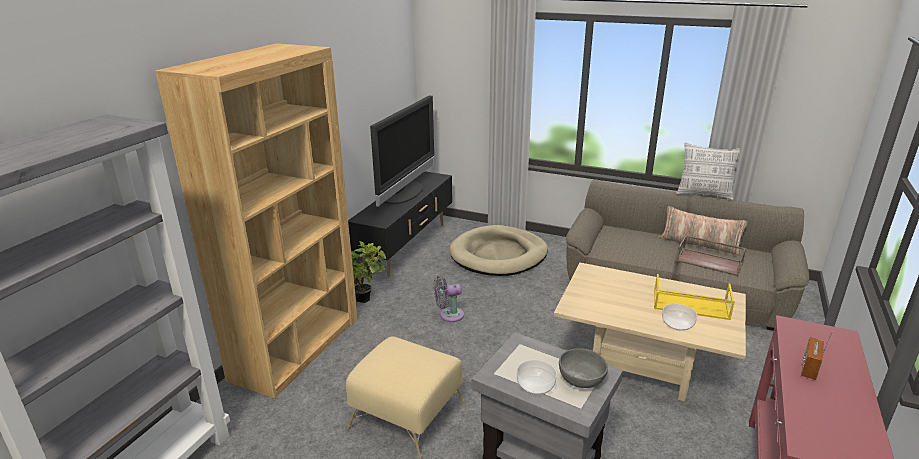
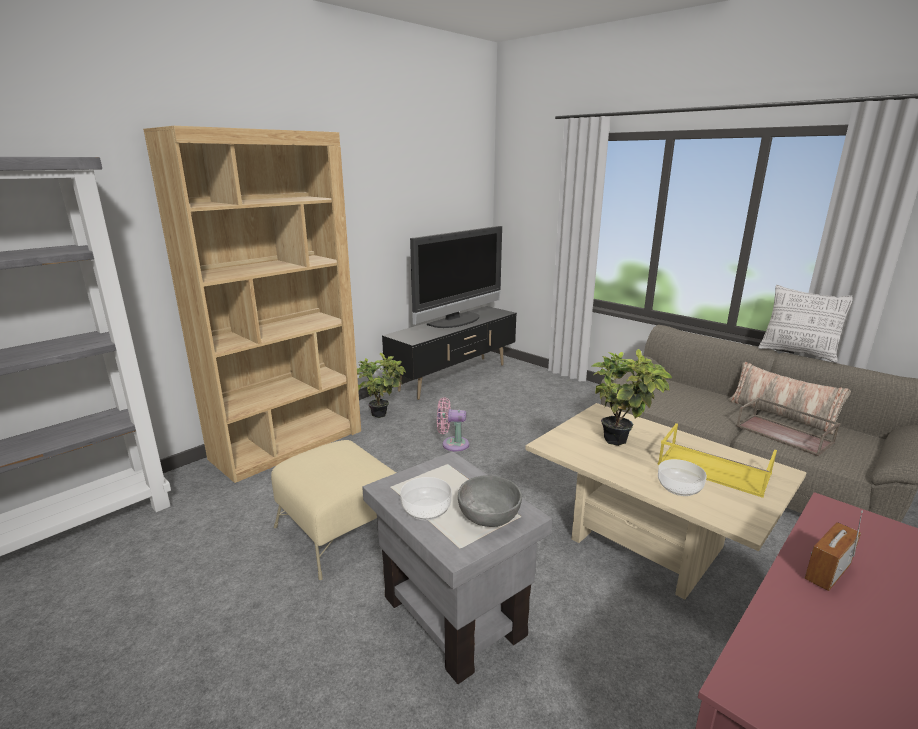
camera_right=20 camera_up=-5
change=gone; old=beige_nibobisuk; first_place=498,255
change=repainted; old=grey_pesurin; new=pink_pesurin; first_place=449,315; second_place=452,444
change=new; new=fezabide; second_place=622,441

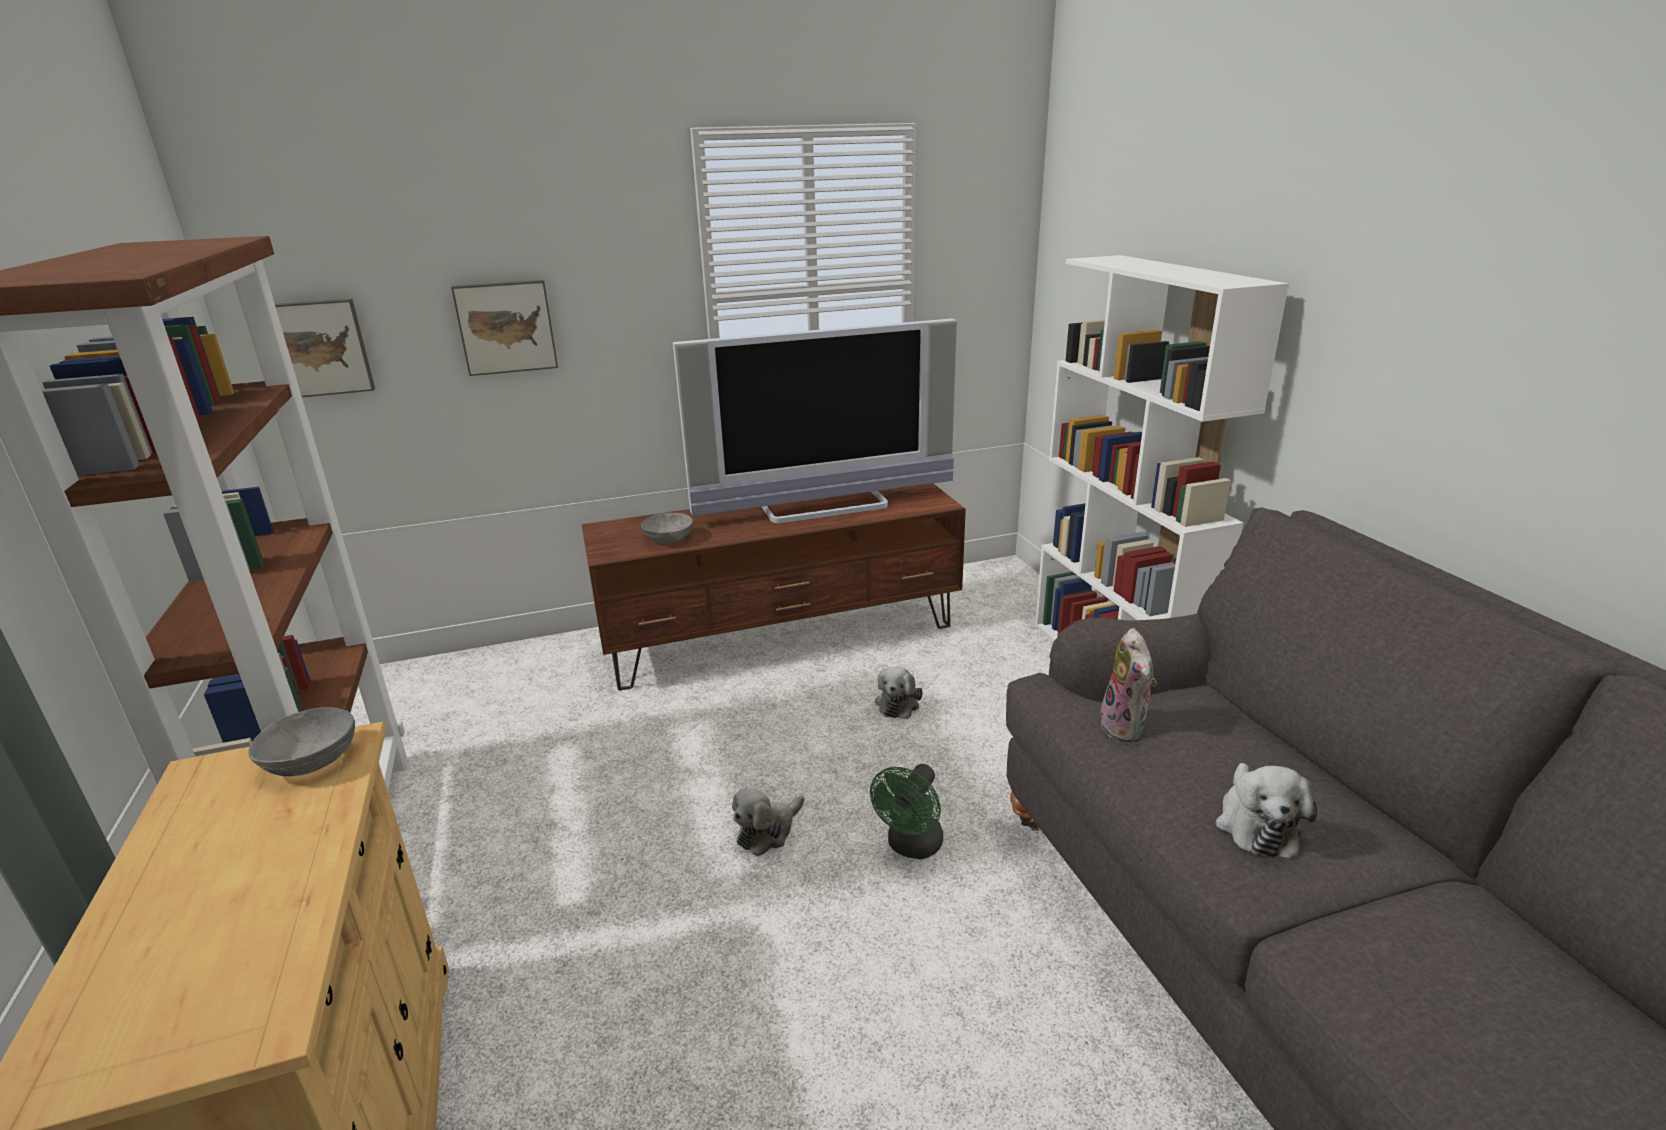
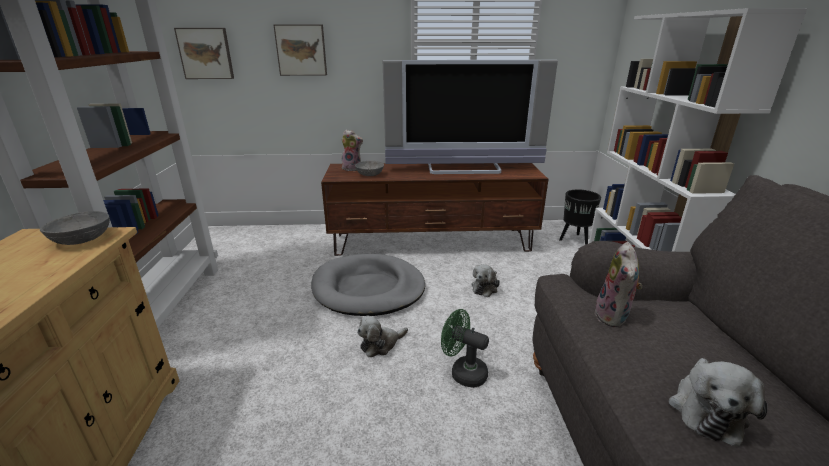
camera_right=15 camera_up=0
change=rotated; old=green_pesurin; first_place=911,847; second_place=463,372; degrees=75
change=new; new=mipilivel; second_place=353,168
change=new; new=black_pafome; second_place=575,240
change=new; new=grey_nibobisuk; second_place=368,288

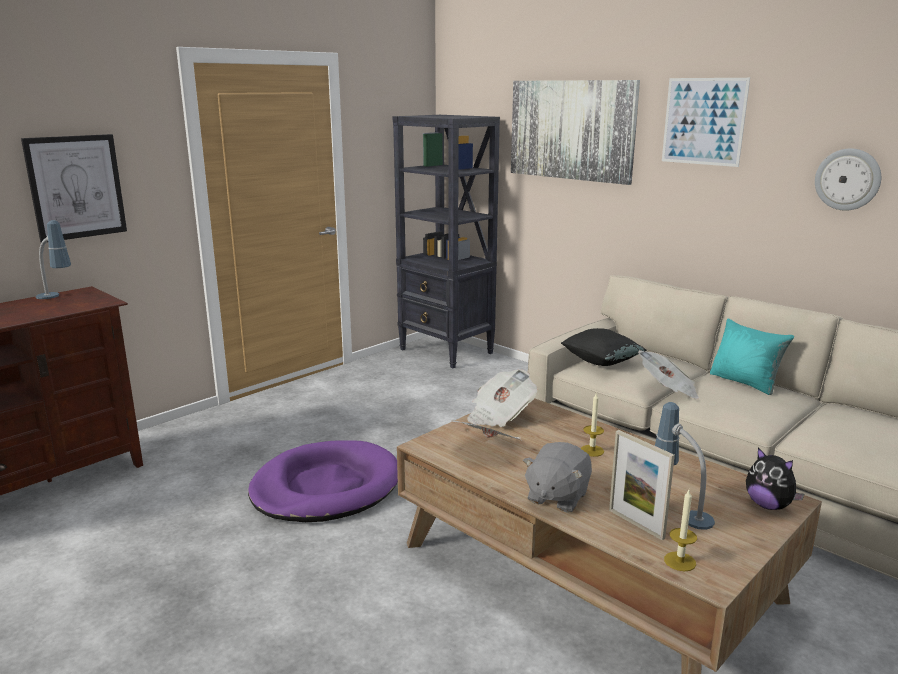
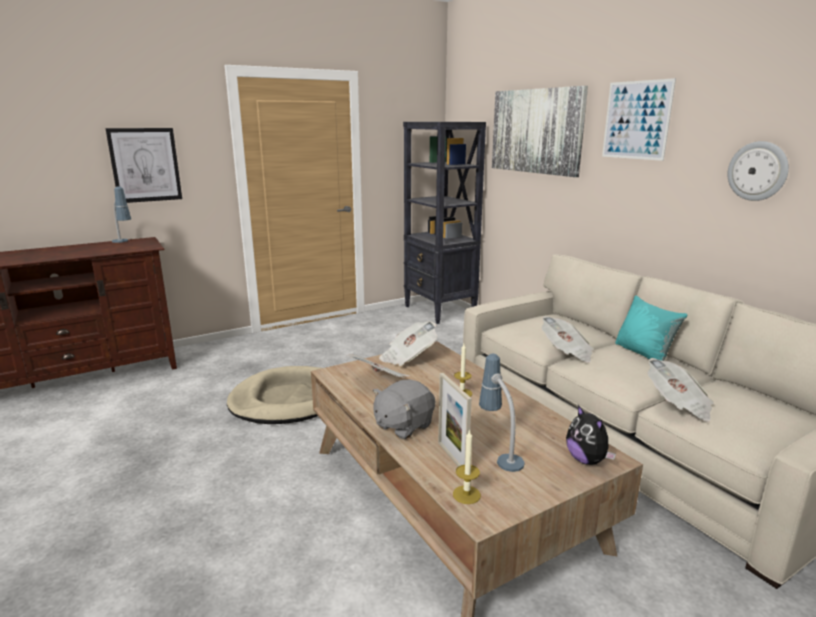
camera_right=15 camera_up=0
change=gone; old=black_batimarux; first_place=601,362
change=repainted; old=purple_nibobisuk; new=beige_nibobisuk; first_place=326,487; second_place=288,400
change=new; new=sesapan; second_place=678,405

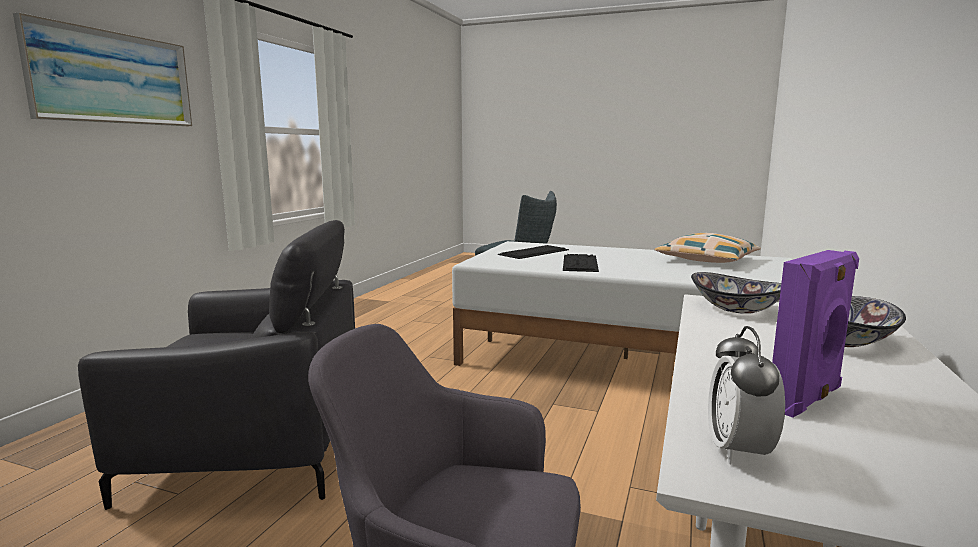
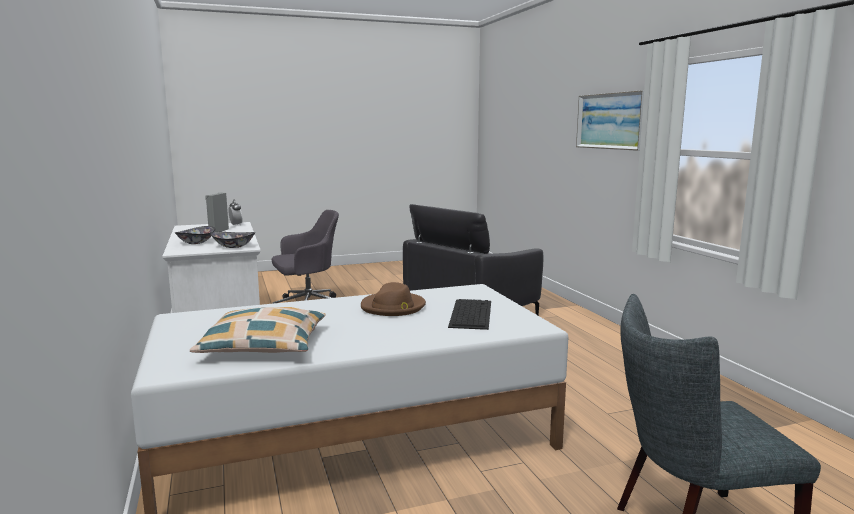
camera_right=140 camera_up=0
change=repainted; old=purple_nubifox; new=grey_nubifox; first_place=807,399; second_place=218,231
change=swapped; old=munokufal; new=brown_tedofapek; first_place=579,262; second_place=393,307

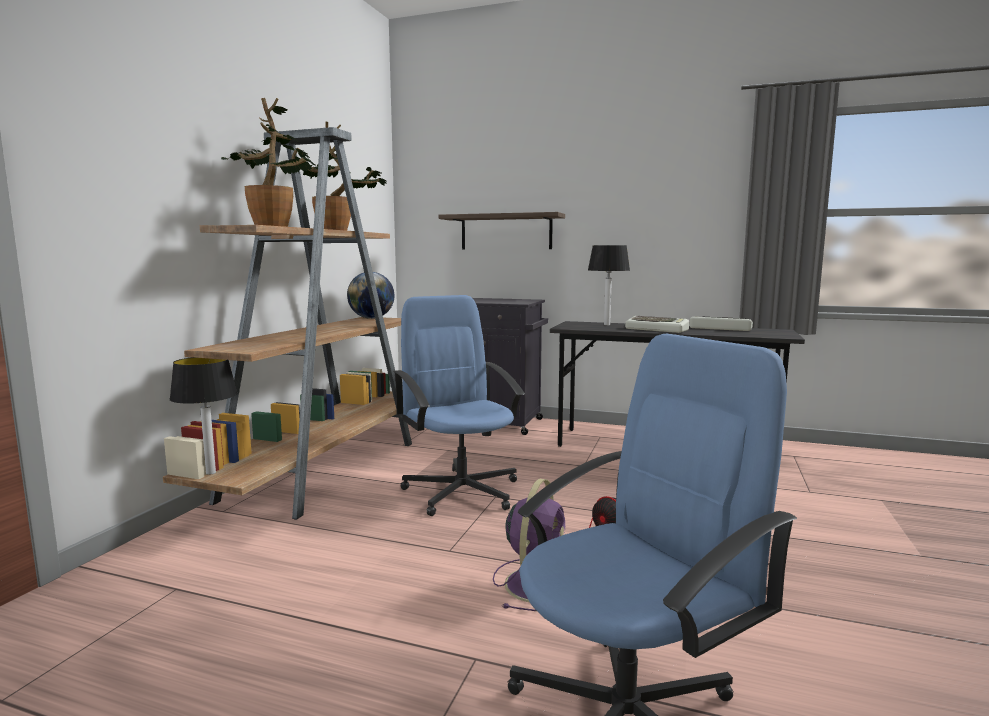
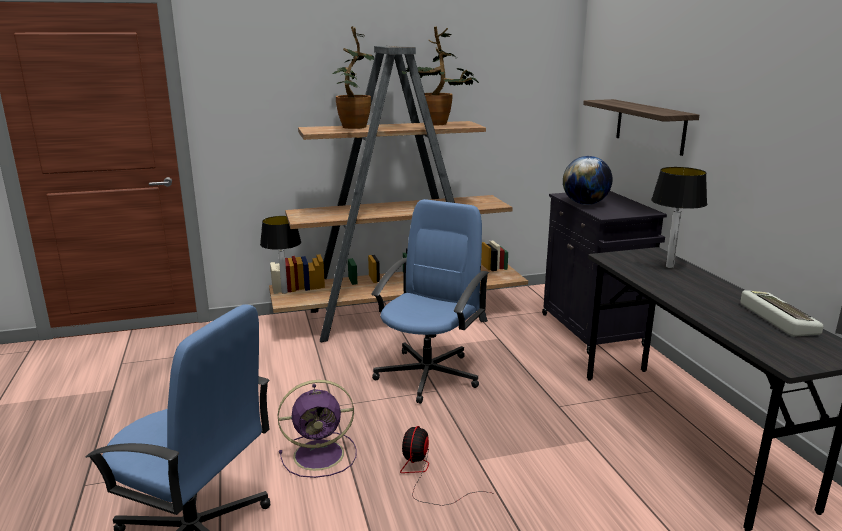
camera_right=55 camera_up=10
change=shifted; old=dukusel; first_place=371,318; second_place=585,204
change=gone; old=munokufal; first_place=657,329

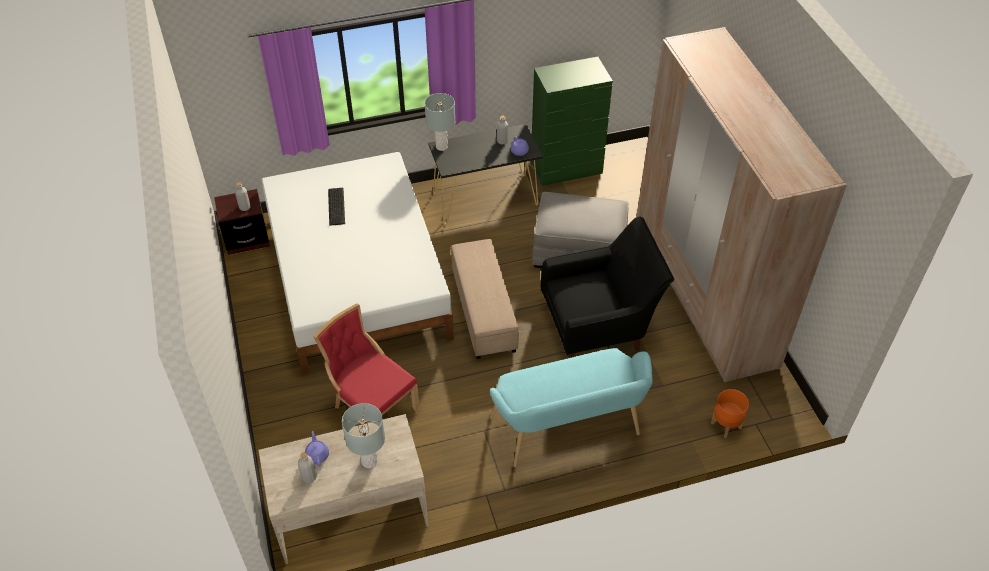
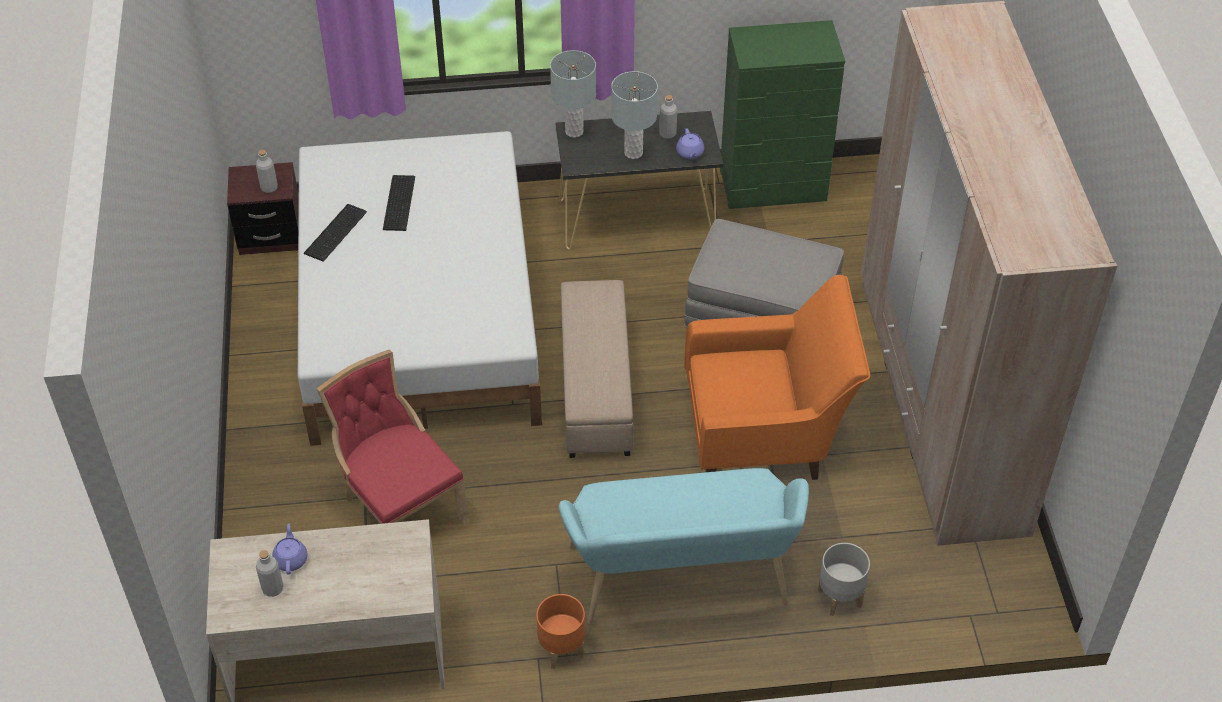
camera_right=10 camera_up=0
change=repainted; old=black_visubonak; new=orange_visubonak; first_place=599,324; second_place=766,432
change=shifted; old=orange_pafome; first_place=726,425; second_place=562,650
change=shifted; old=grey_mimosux; first_place=369,461; second_place=633,153
change=new; new=munokufal; second_place=337,232
change=new; new=grey_pafome; second_place=839,597

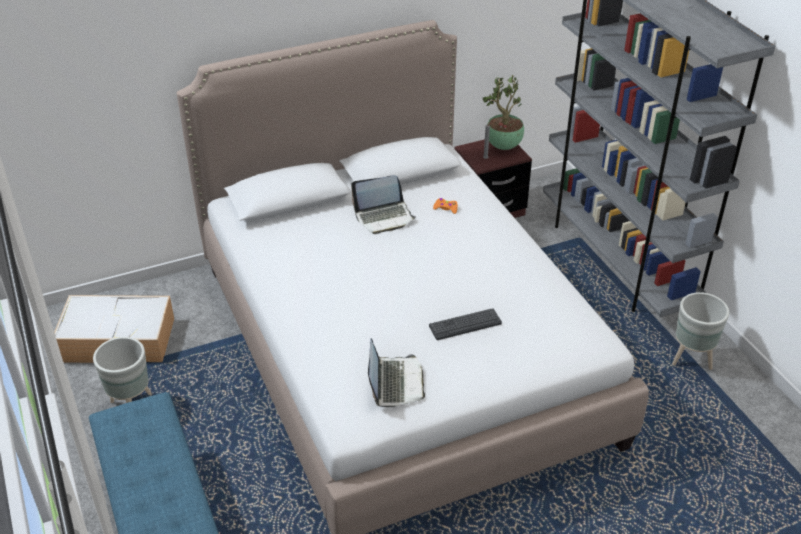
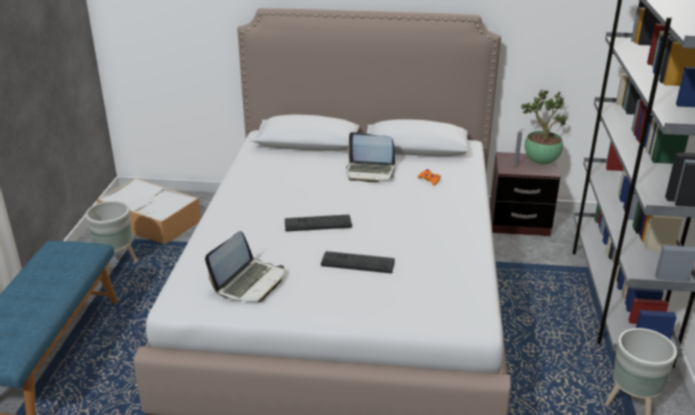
camera_right=30 camera_up=-10
change=new; new=munokufal; second_place=318,224

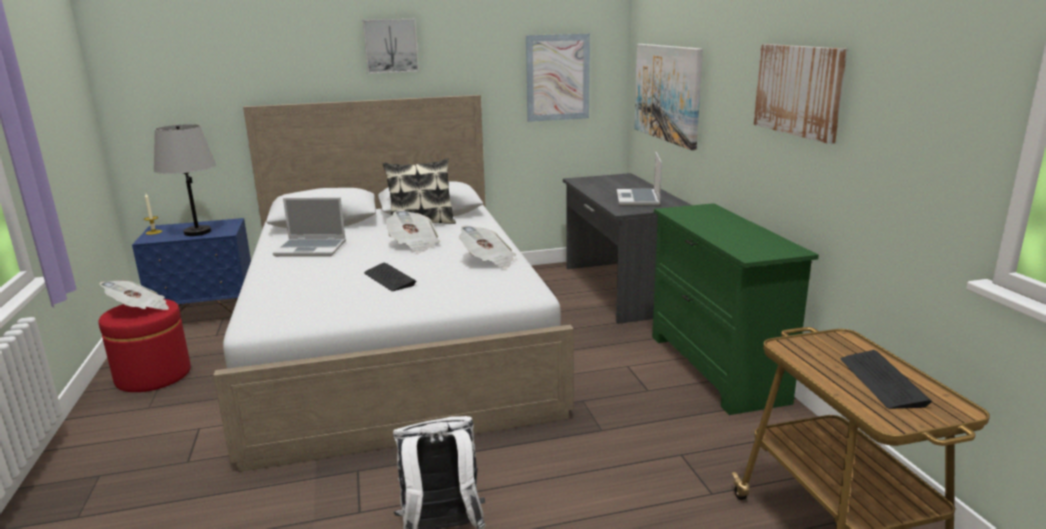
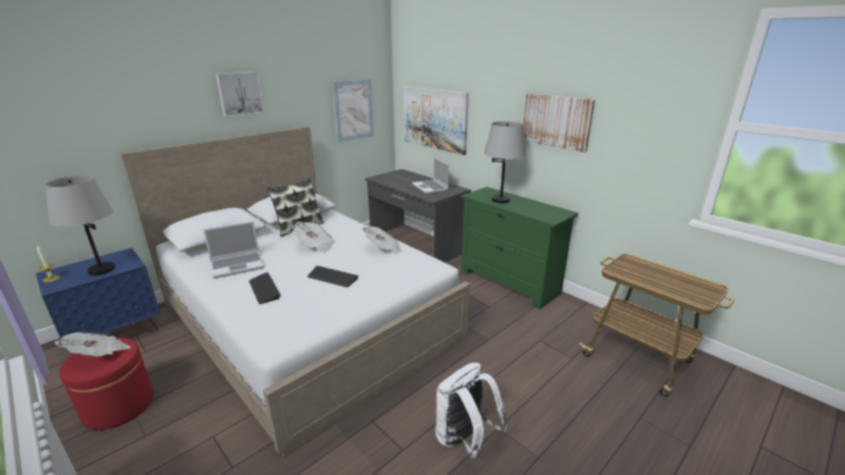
camera_right=-30 camera_up=5
change=shifted; old=munokufal; first_place=882,381; second_place=264,289
change=new; new=grey_mimosux; second_place=501,200

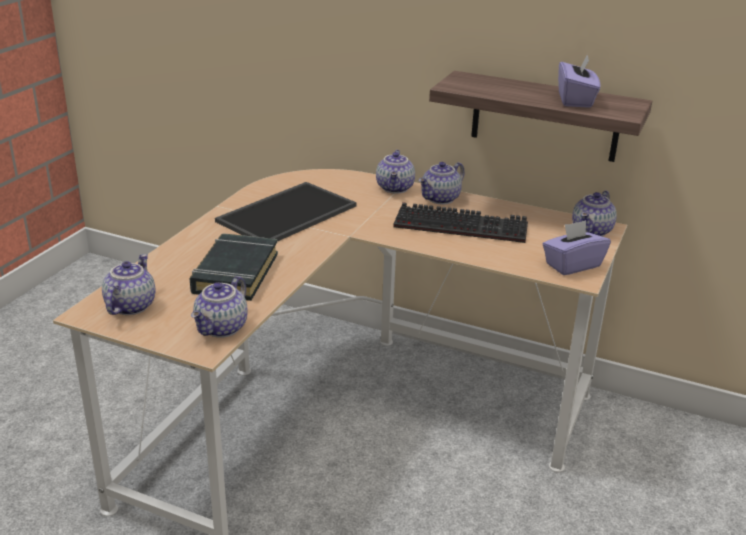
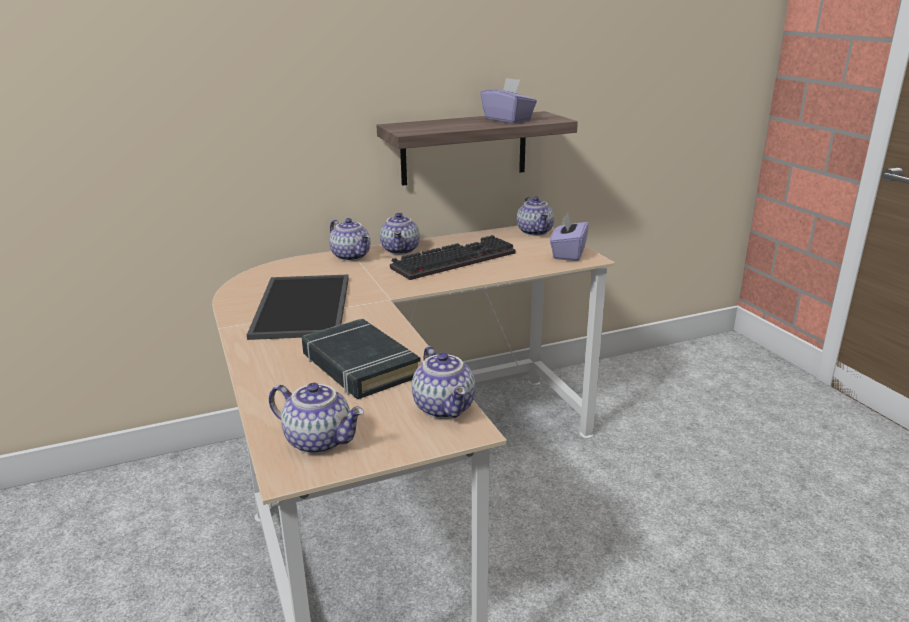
camera_right=-45 camera_up=-5
change=rotated; old=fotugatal; first_place=130,306; second_place=320,440; degrees=150

